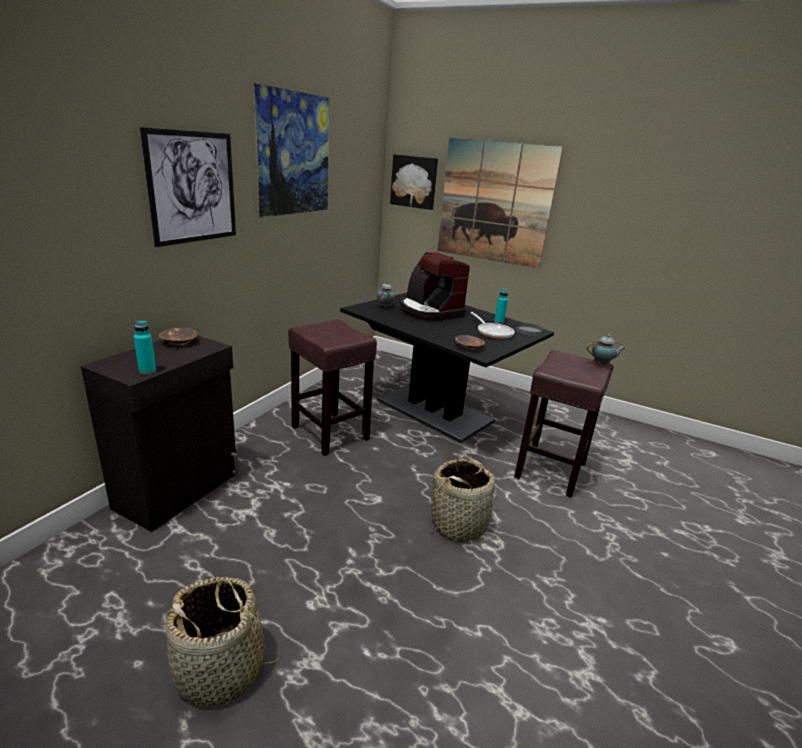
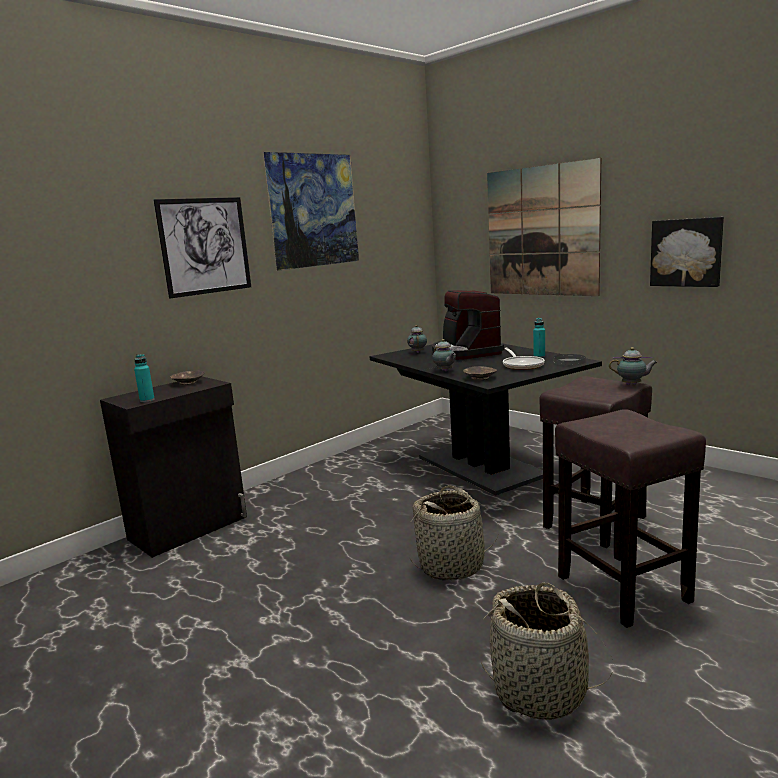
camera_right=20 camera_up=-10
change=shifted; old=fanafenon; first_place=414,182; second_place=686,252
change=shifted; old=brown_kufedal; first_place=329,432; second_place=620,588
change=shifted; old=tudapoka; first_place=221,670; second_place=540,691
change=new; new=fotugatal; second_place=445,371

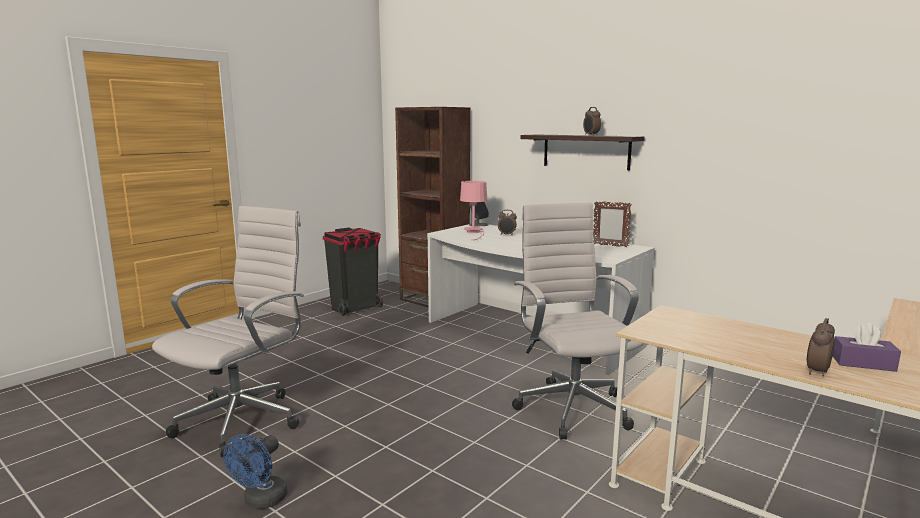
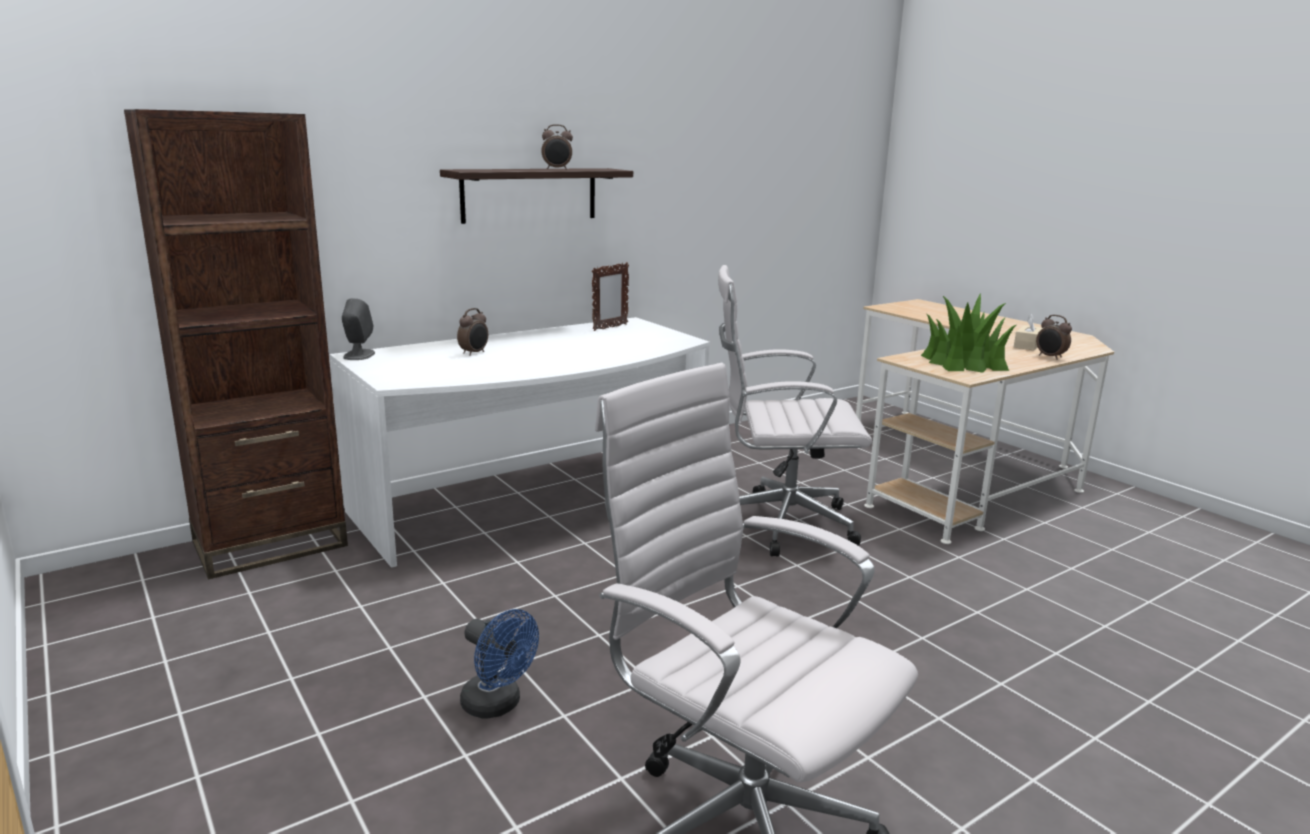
camera_right=-75 camera_up=5
change=gone; old=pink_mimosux; first_place=474,232
change=gone; old=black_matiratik; first_place=355,308
change=repainted; old=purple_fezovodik; new=beige_fezovodik; first_place=863,363; second_place=1027,345
change=shifted; old=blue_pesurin; first_place=261,501; second_place=498,705
change=new; new=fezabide; second_place=965,362

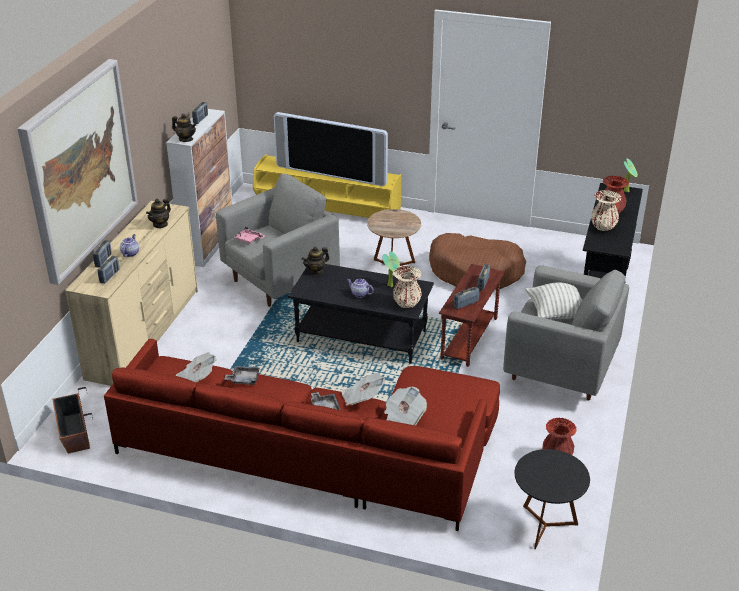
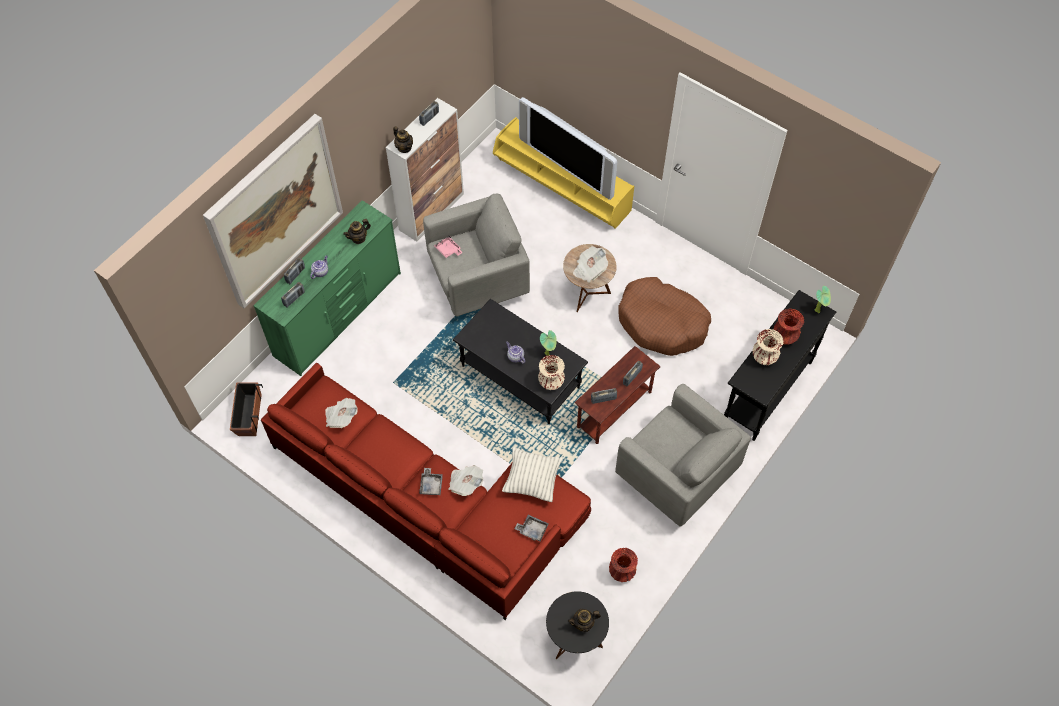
camera_right=20 camera_up=25
change=repainted; old=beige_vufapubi; new=green_vufapubi; first_place=145,333; second_place=339,314
change=shifted; old=fotugatal; first_place=316,271; second_place=583,624
change=shifted; old=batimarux; first_place=556,314; second_place=532,480
change=shifted; old=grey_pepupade; first_place=244,379; second_place=532,530
change=shifted; old=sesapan; first_place=403,419; second_place=589,269

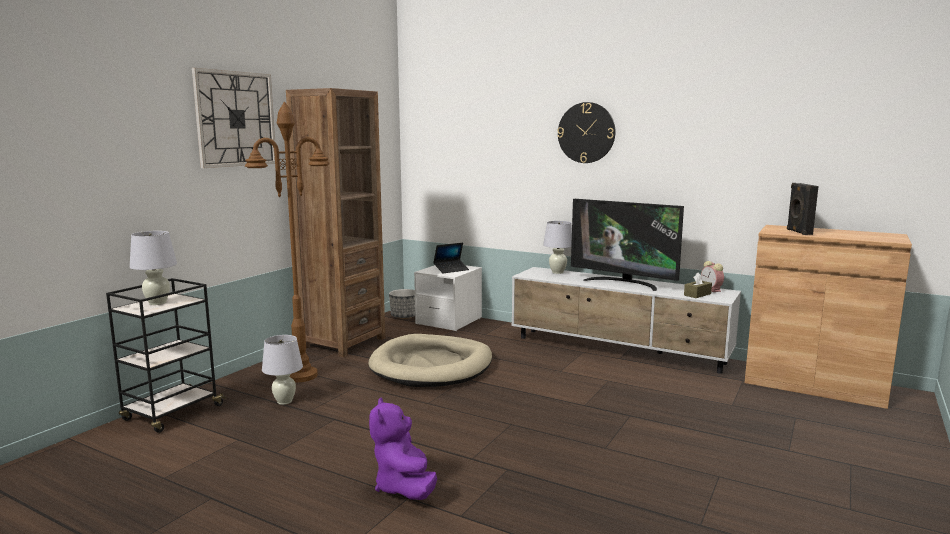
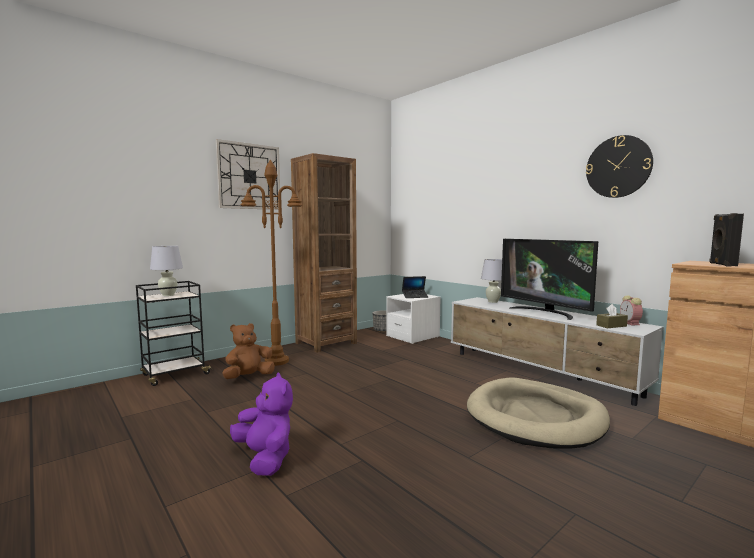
camera_right=20 camera_up=-5
change=shifted; old=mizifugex; first_place=586,132; second_place=618,167
change=shifted; old=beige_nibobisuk; first_place=432,366; second_place=535,417
change=swapped; old=white_mimosux; new=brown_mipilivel; first_place=284,401; second_place=248,377
change=rotated; old=purple_mipilivel; first_place=404,487; second_place=265,458; degrees=135

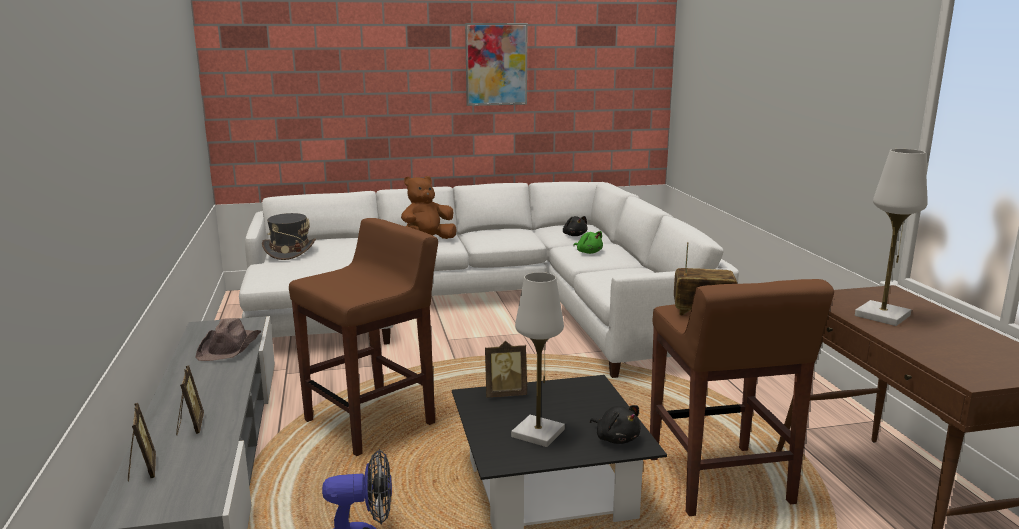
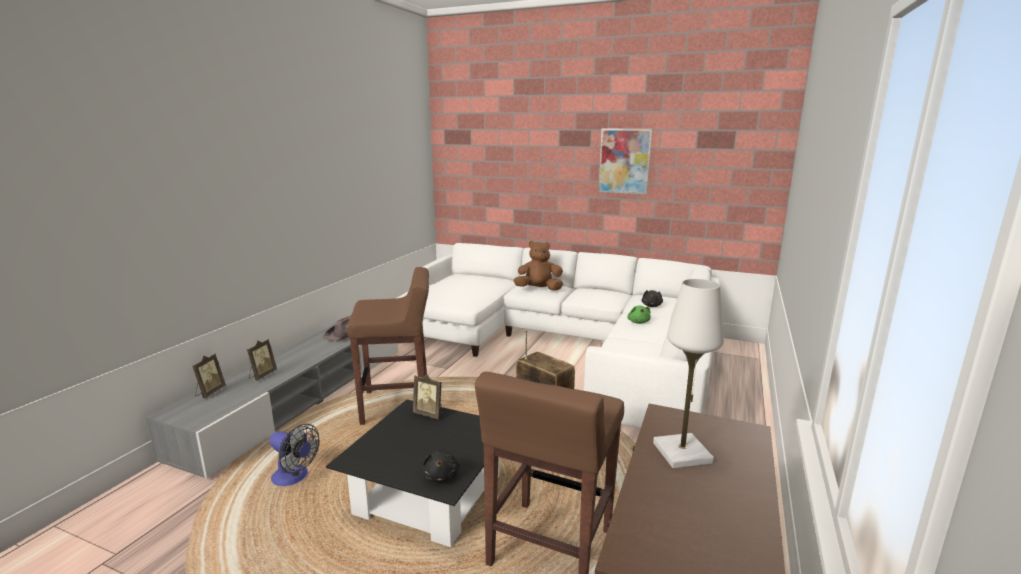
camera_right=35 camera_up=0
change=gone; old=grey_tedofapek; first_place=289,251
change=gone; old=white_mimosux; first_place=538,433

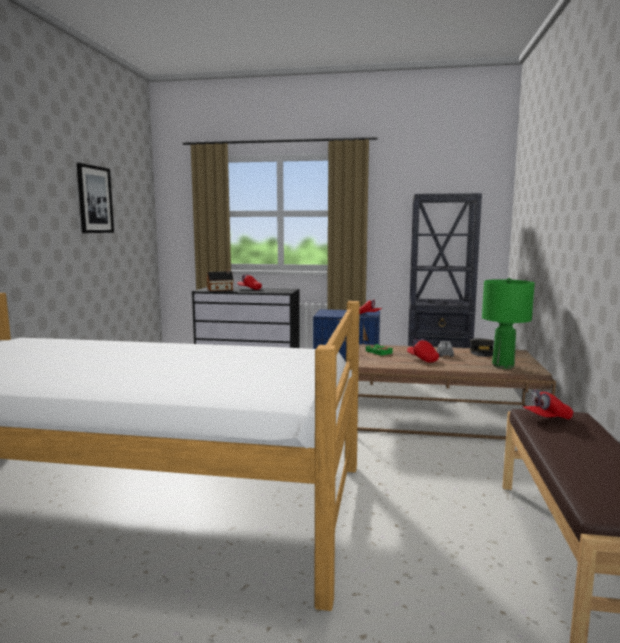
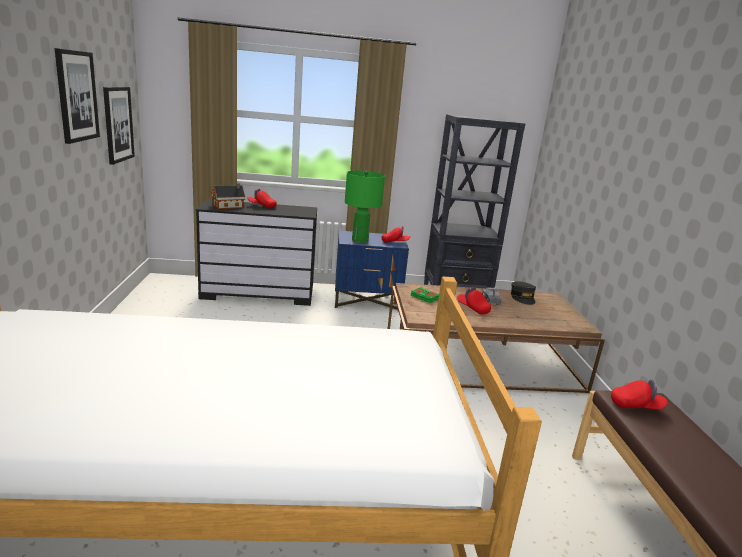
camera_right=-15 camera_up=10
change=shifted; old=green_mimosux; first_place=502,366; second_place=359,241
change=rotated; old=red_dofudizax; first_place=546,419; second_place=636,406; degrees=-135
change=new; new=fanafenon; second_place=118,124

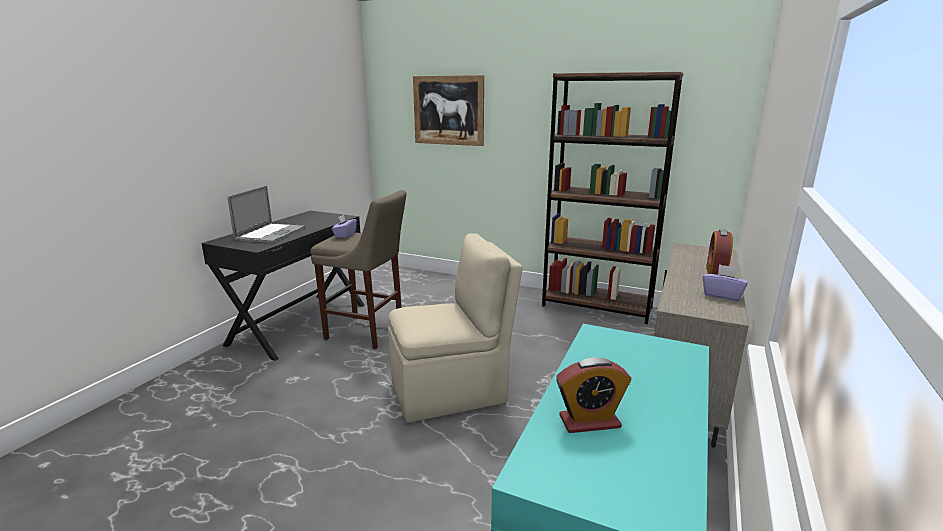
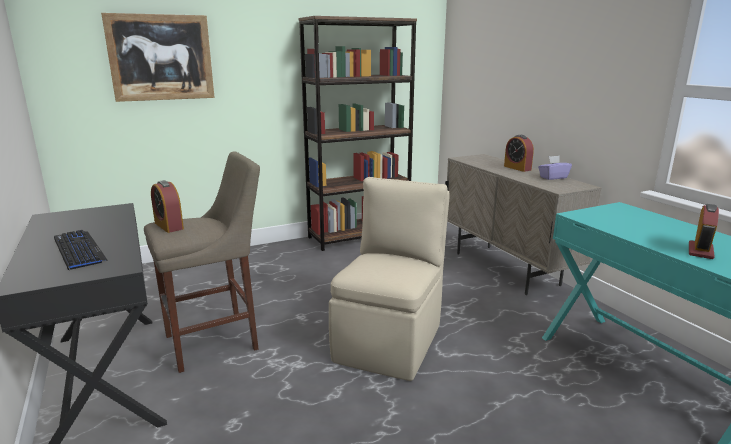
camera_right=-50 camera_up=0
change=swapped; old=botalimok; new=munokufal; first_place=271,233; second_place=78,250
change=swapped; old=purple_fezovodik; new=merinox; first_place=345,235; second_place=169,226

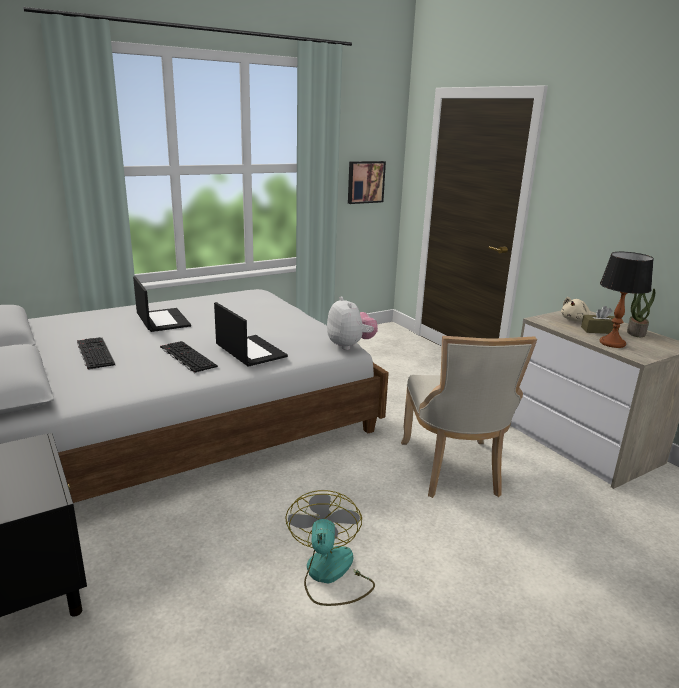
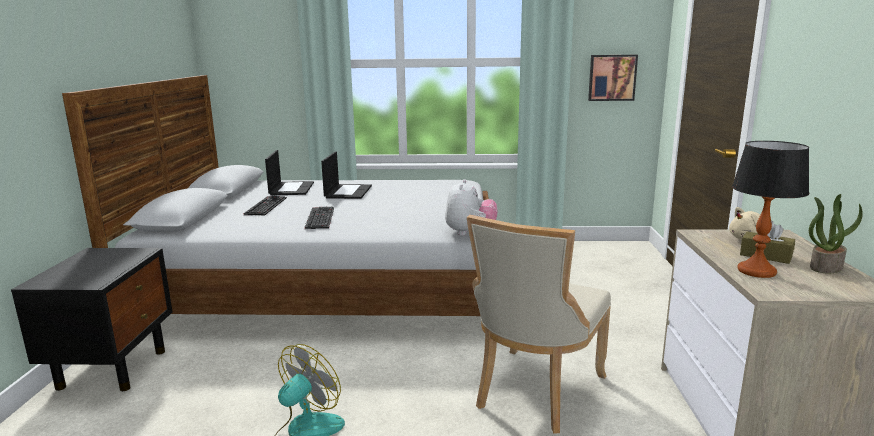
camera_right=35 camera_up=-5
change=shifted; old=botalimok; first_place=249,351; second_place=291,188

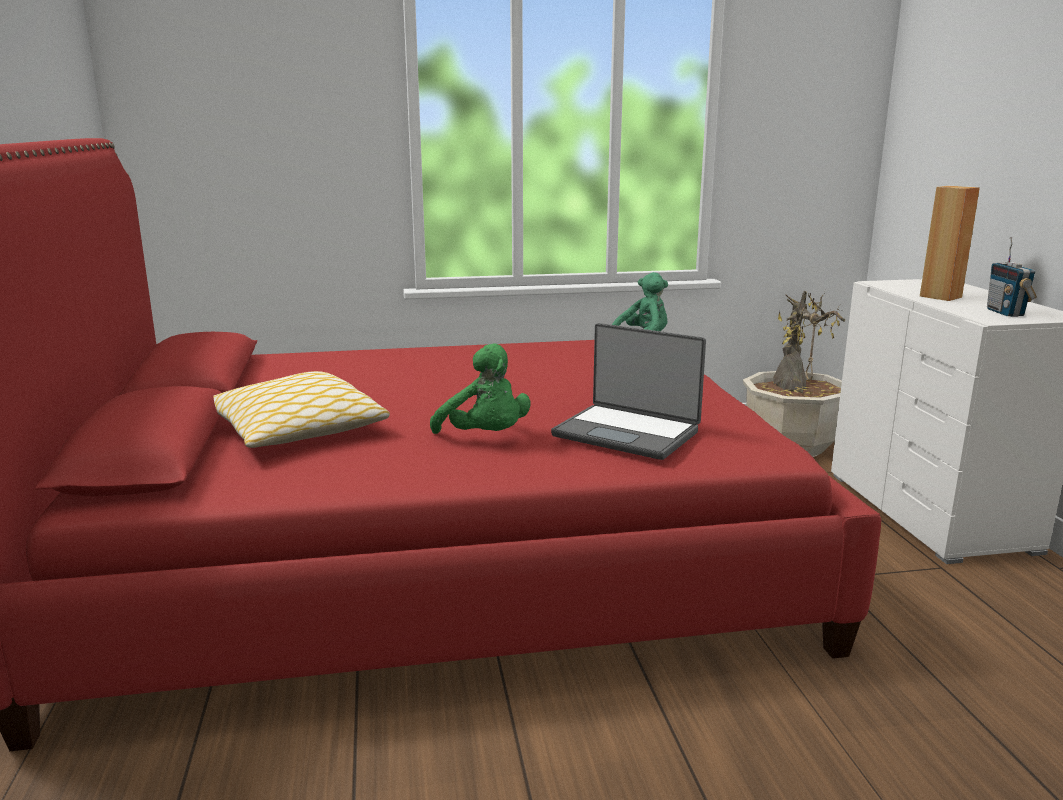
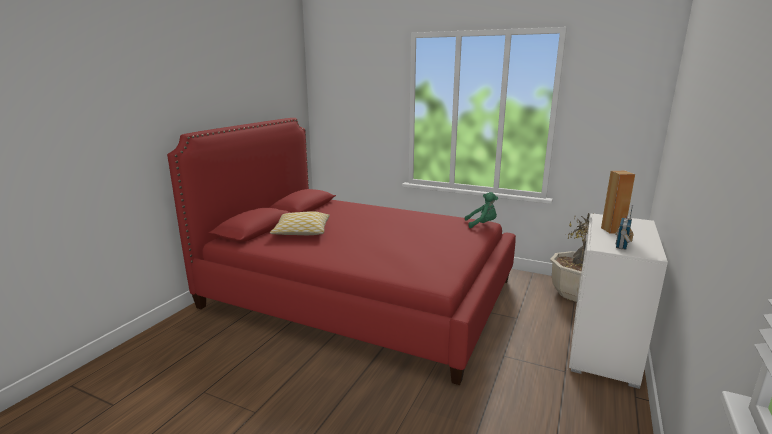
camera_right=35 camera_up=0
change=gone; old=botalimok; first_place=627,433
change=gone; old=green_mipilivel; first_place=485,437

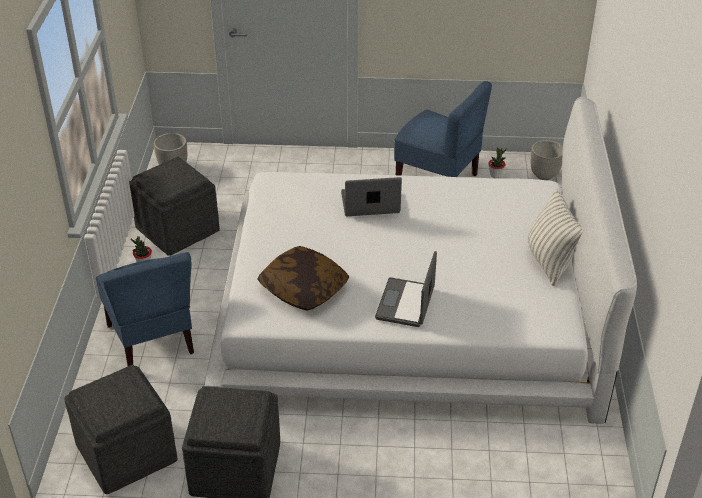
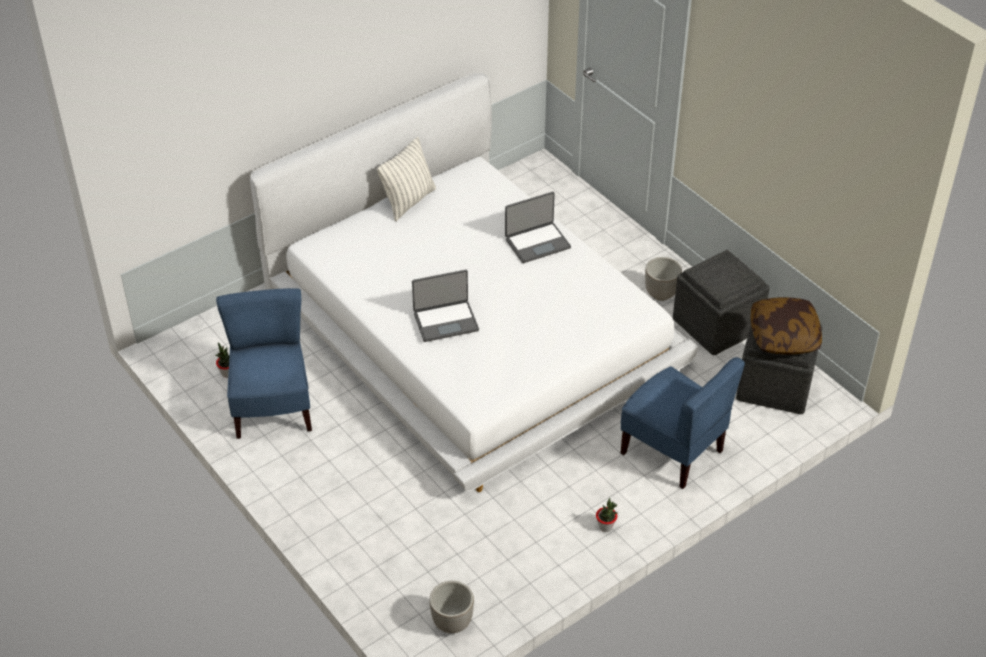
camera_right=-130 camera_up=5
change=shifted; old=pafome; first_place=544,175; second_place=660,294
change=gone; old=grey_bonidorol; first_place=177,228
change=rotated; old=botalimok; first_place=370,204; second_place=445,321; degrees=-60
change=shifted; old=batimarux; first_place=303,289; second_place=784,336
change=rotated; old=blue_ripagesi; first_place=152,339; second_place=673,451; degrees=105

